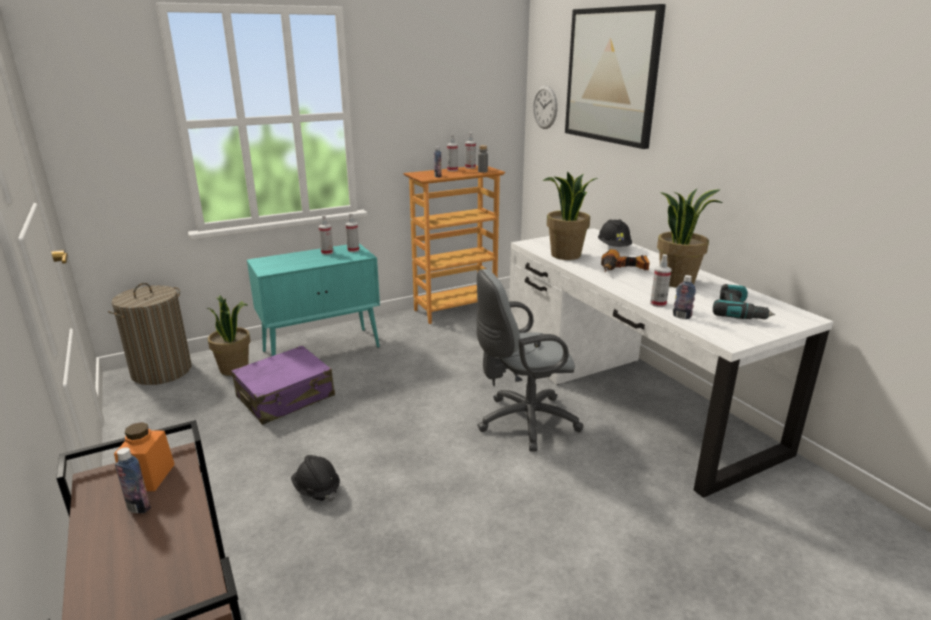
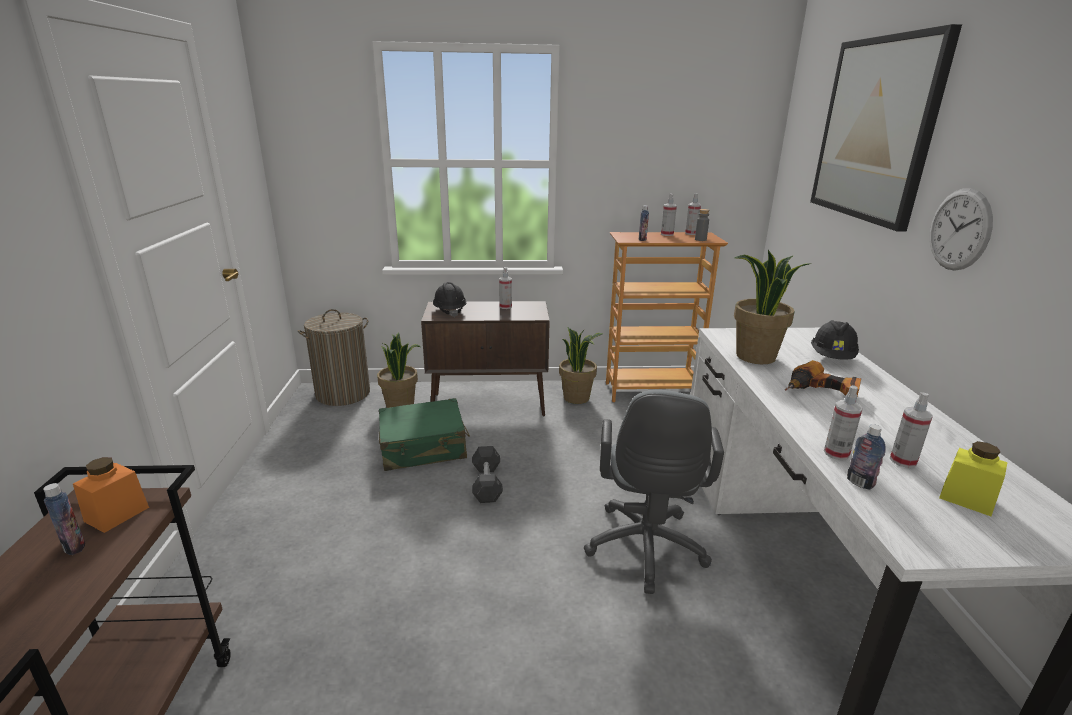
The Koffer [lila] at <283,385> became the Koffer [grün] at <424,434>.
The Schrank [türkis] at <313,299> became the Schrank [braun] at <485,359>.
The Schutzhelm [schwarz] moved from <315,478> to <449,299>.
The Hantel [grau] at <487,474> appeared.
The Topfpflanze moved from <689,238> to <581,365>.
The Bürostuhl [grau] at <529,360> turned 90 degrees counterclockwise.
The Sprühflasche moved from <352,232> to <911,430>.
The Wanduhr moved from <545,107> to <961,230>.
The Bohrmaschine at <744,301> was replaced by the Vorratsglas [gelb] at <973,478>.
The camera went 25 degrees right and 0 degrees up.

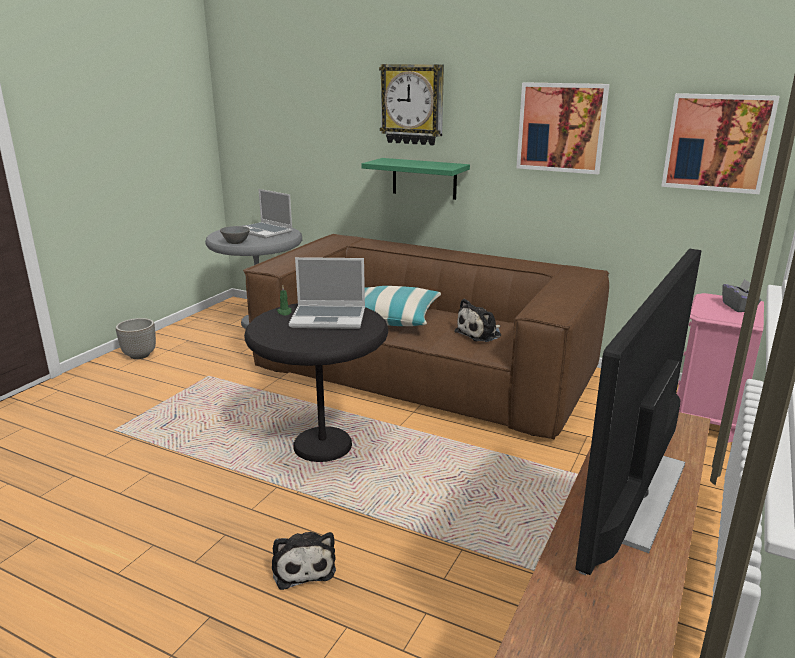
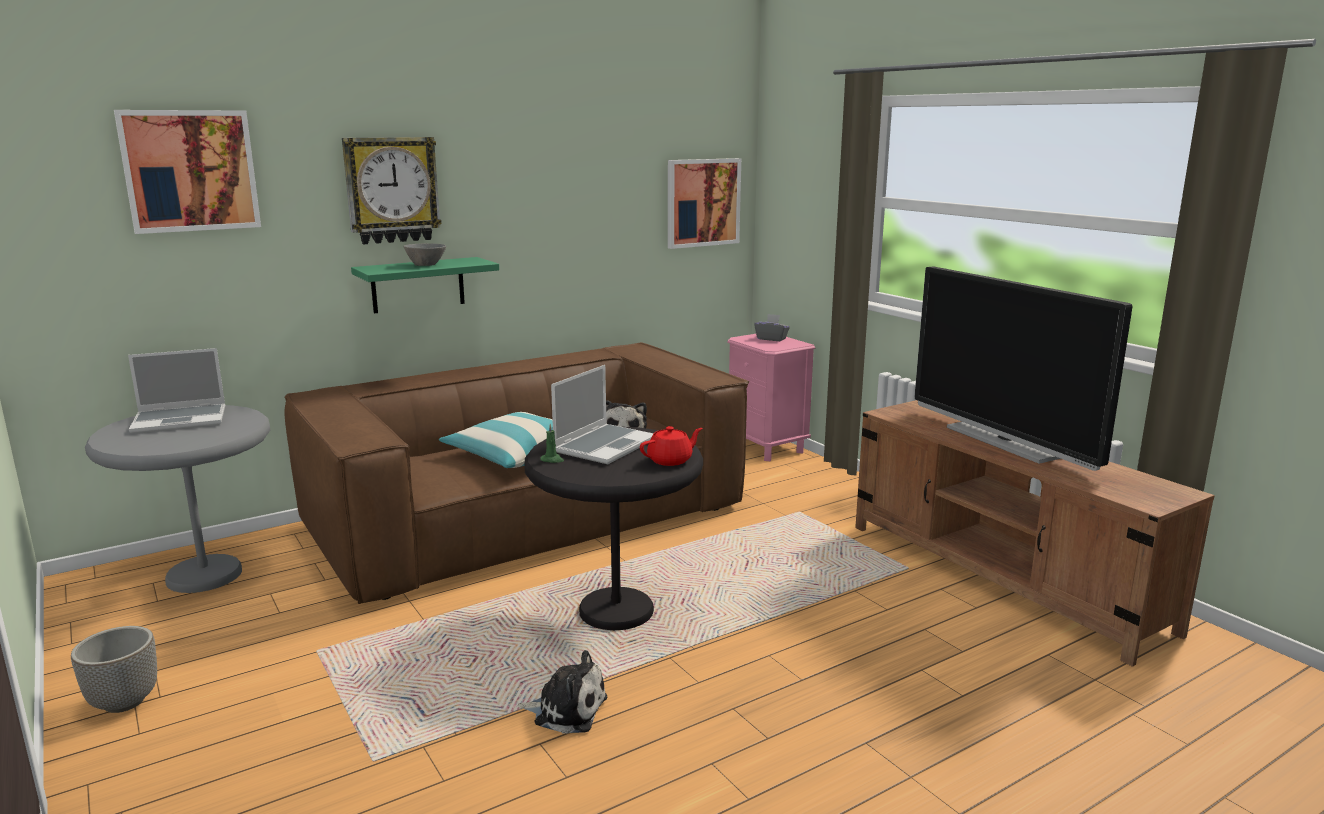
The Bild moved from <562,128> to <187,172>.
The Schüssel [grau] moved from <235,235> to <425,254>.
The Plüschtier moved from <304,561> to <561,692>.
The Teekanne [rot] at <671,446> appeared.
The camera went 60 degrees left and 5 degrees down.

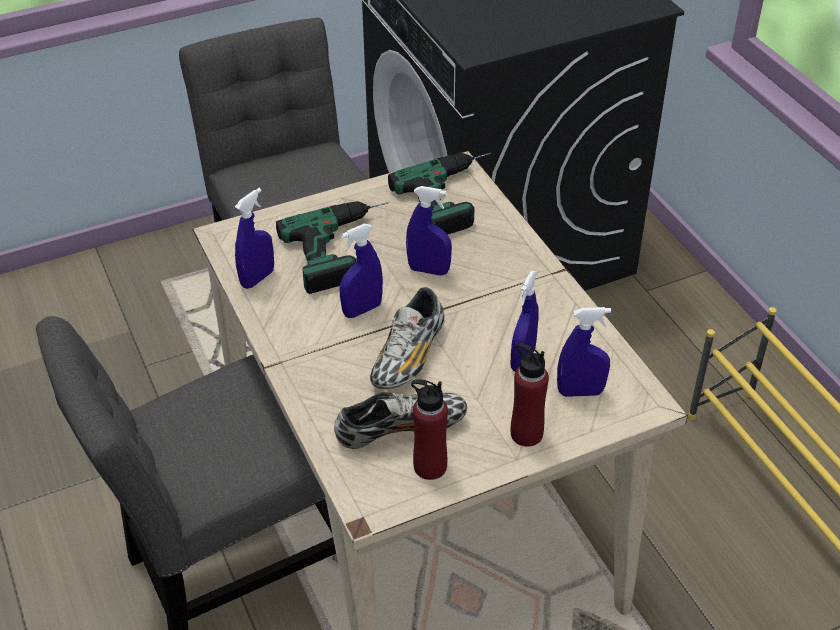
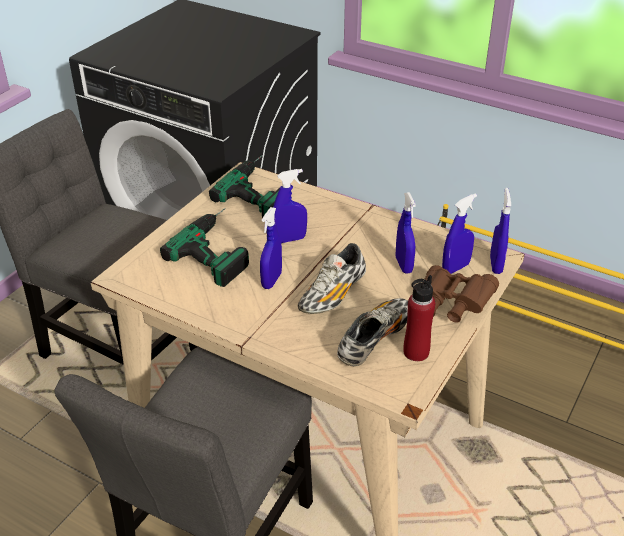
The Schuh at <407,338> turned 45 degrees clockwise.
The Flasche [rot] at <530,395> was replaced by the Fernglas [braun] at <462,294>.
The Sprühflasche [blau] moved from <254,238> to <500,231>.
The camera went 35 degrees left and 5 degrees down.

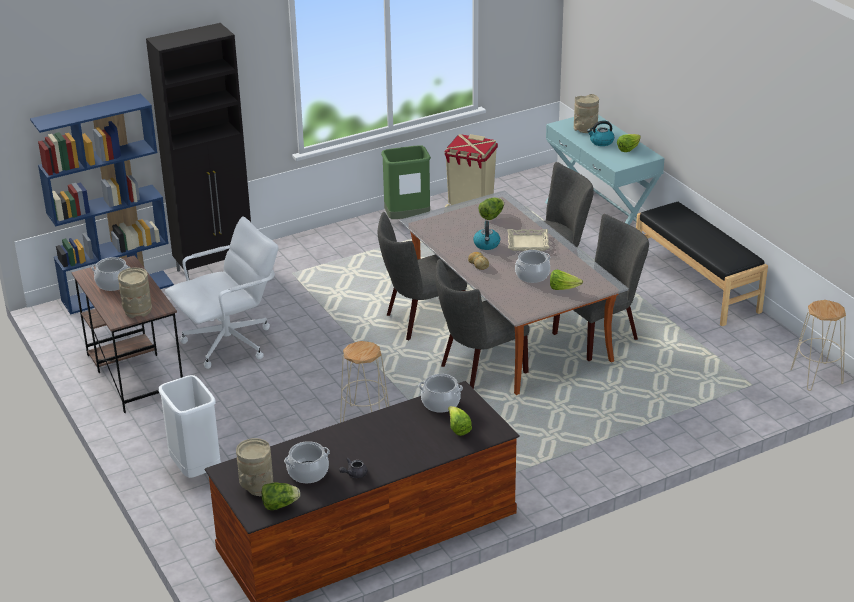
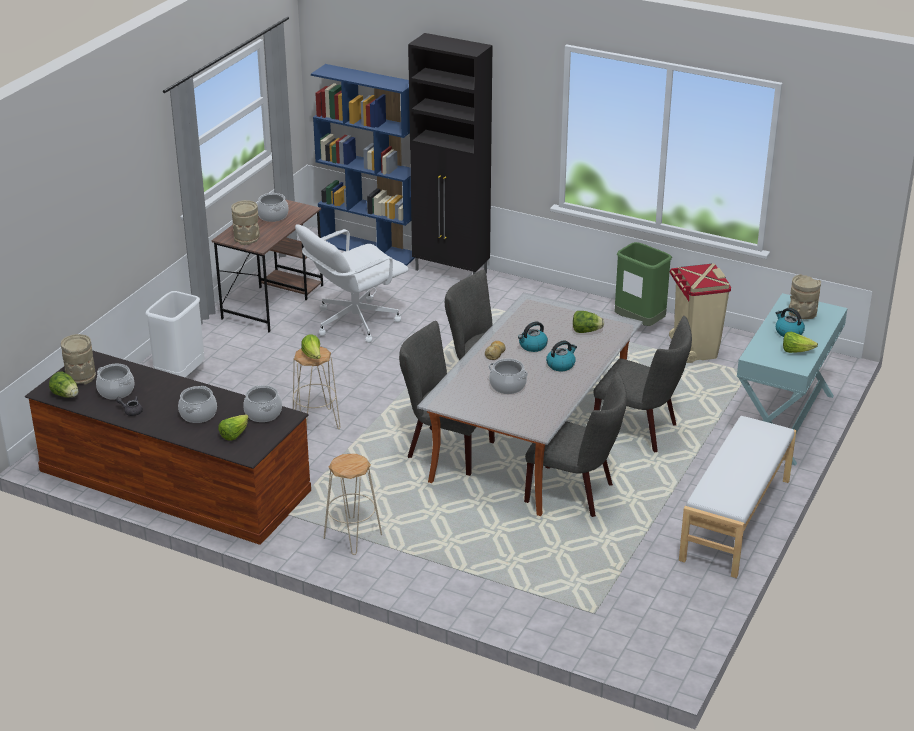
The Kochtopf at <197,404> appeared.
The Bürostuhl [weiß] at <221,293> turned 120 degrees clockwise.
The Salatkopf moved from <566,279> to <311,346>.
The Hocker [beige] moved from <818,345> to <353,504>.
The Tablett [beige] at <528,240> was replaced by the Wasserkessel at <561,355>.
The Bank [schwarz] at <702,264> became the Bank [weiß] at <737,497>.
The camera went 55 degrees right and 0 degrees up.

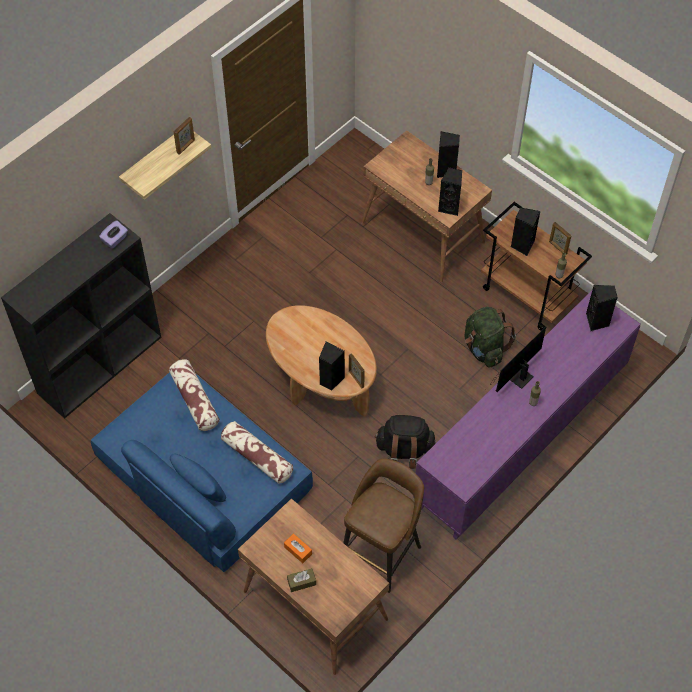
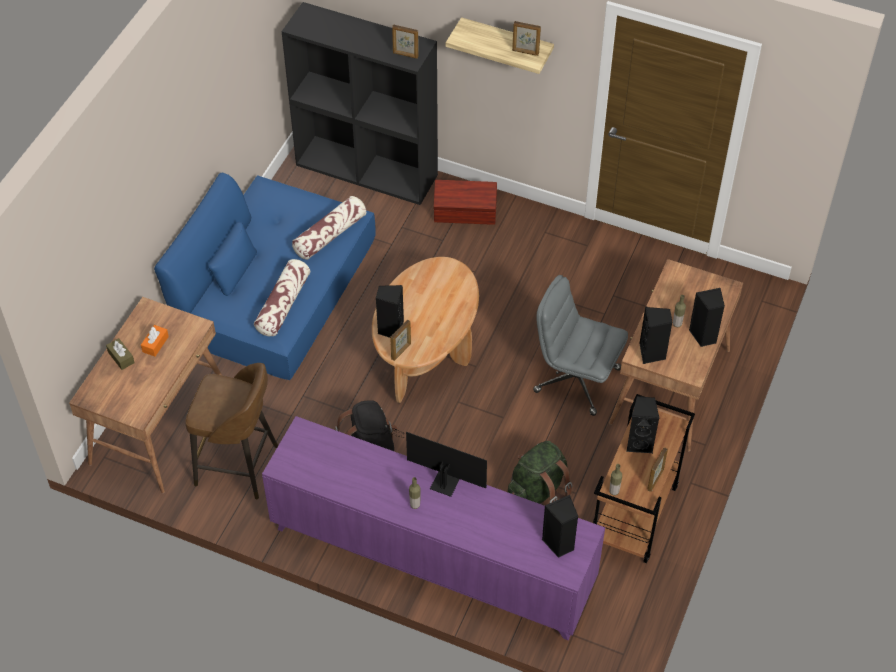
The Taschentuchbox [lila] at <113,234> was replaced by the Bilderrahmen at <405,42>.
The Aufbewahrungsbox [braun] at <465,202> appeared.
The Bürostuhl [grau] at <580,345> appeared.
The camera went 70 degrees right and 5 degrees down.

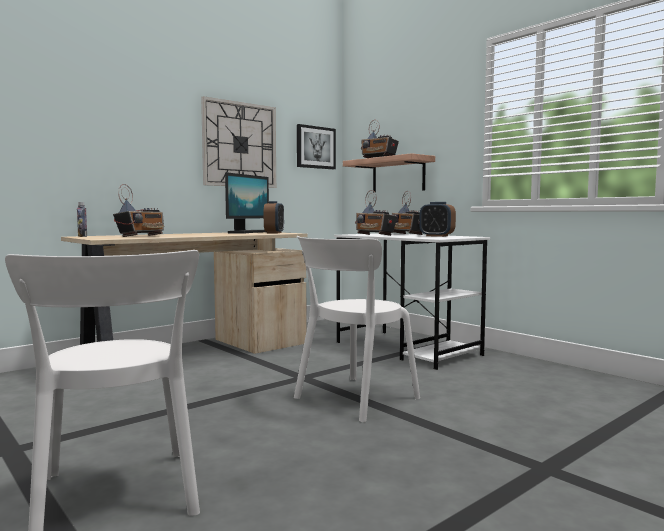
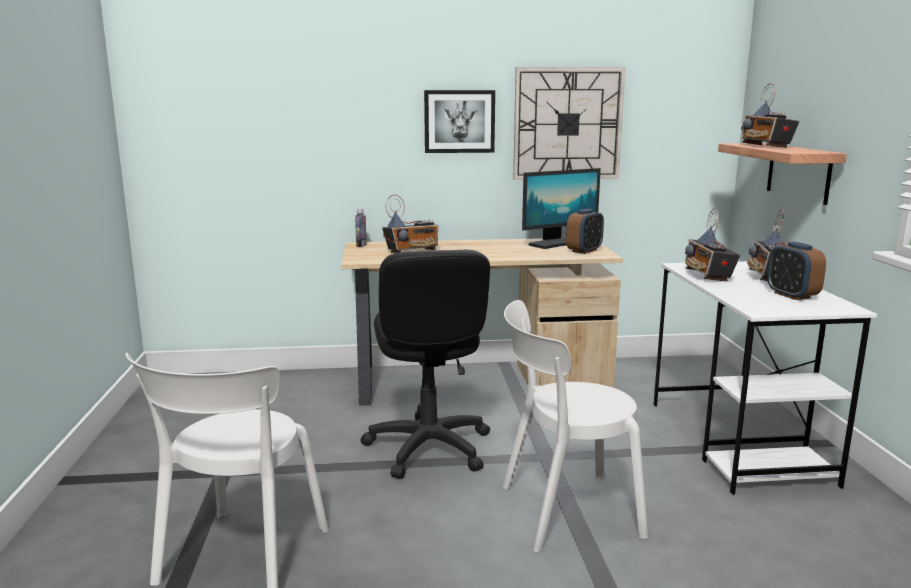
The Bürostuhl [schwarz] at <425,364> appeared.
The Bild moved from <316,146> to <459,121>.
The camera went 35 degrees right and 10 degrees up.

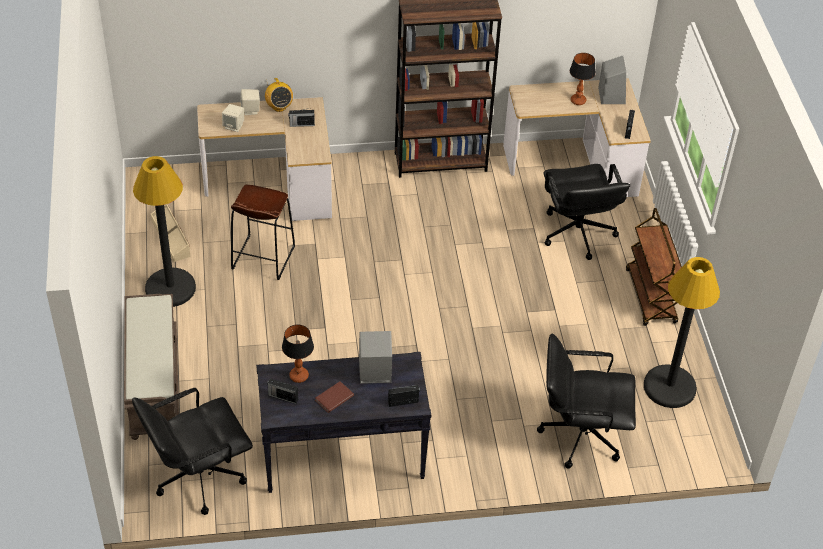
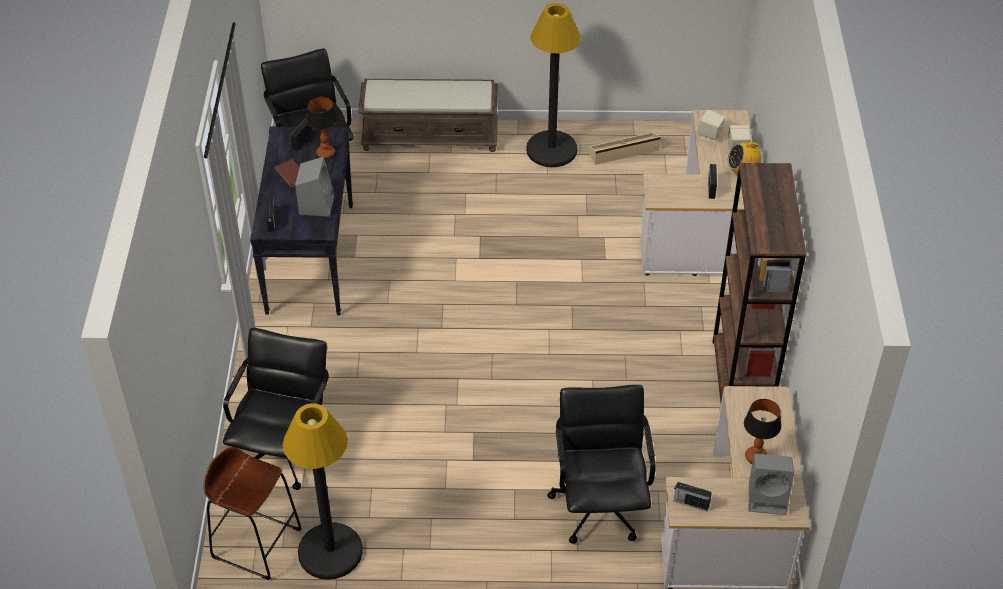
The Hocker [braun] moved from <263,232> to <252,513>.
The Bürostuhl [schwarz] at <587,212> turned 90 degrees clockwise.
The Rollwagen [braun] at <654,267> disappeared.
The camera went 100 degrees right and 0 degrees up.

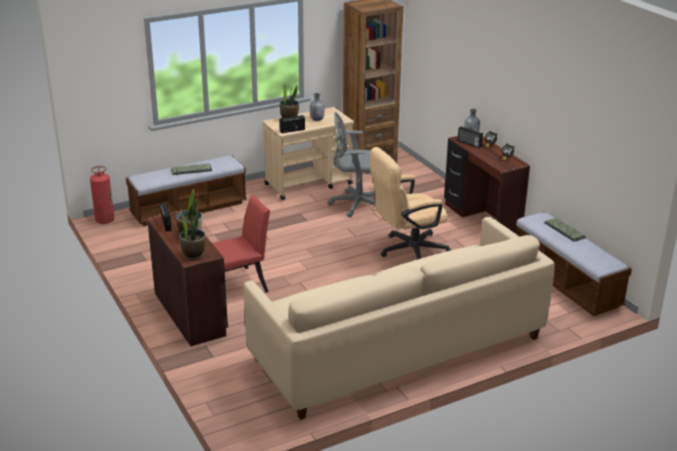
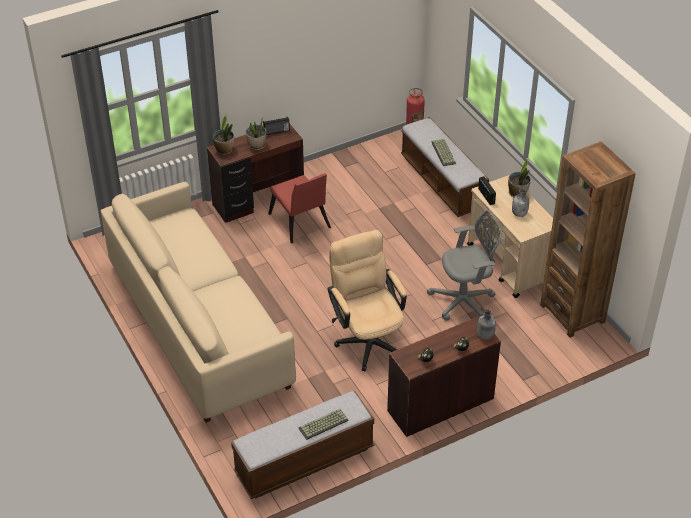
The Bürostuhl [grau] at <351,165> turned 75 degrees clockwise.
The Radio at <470,137> disappeared.
The camera went 90 degrees right and 15 degrees up.

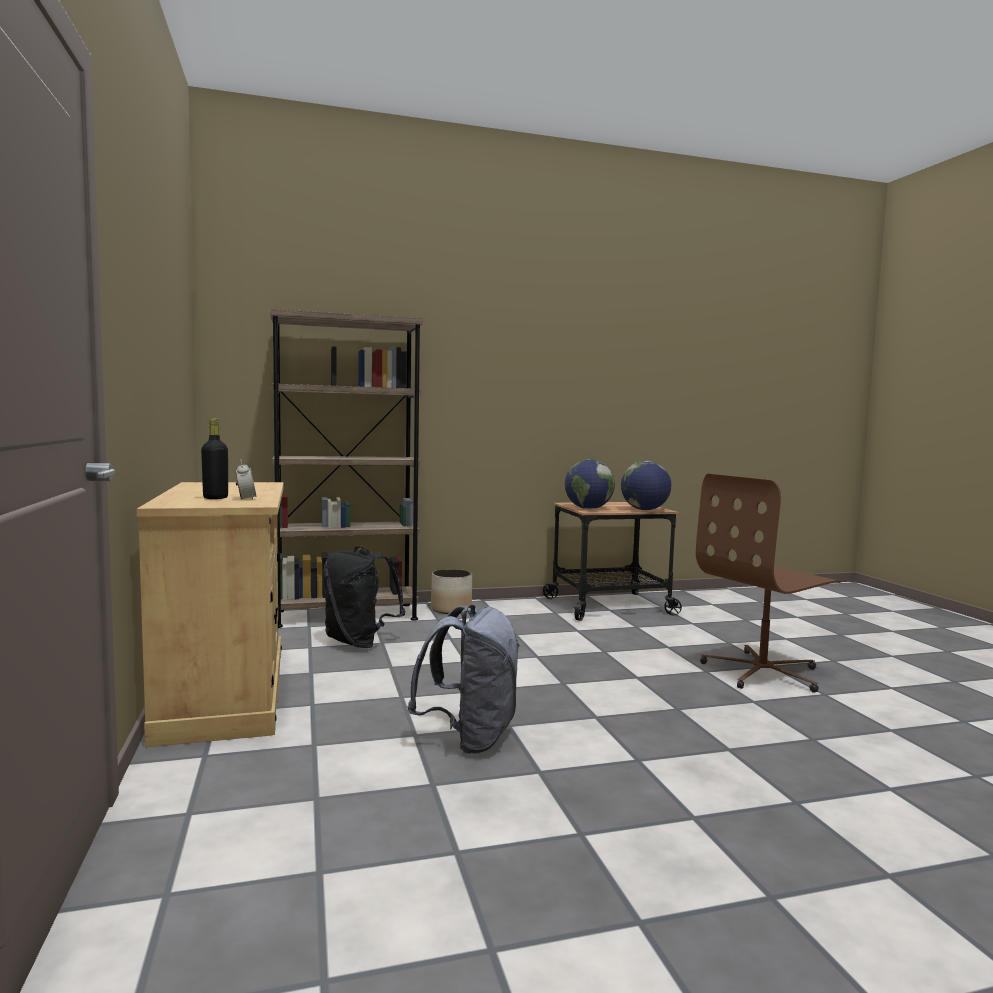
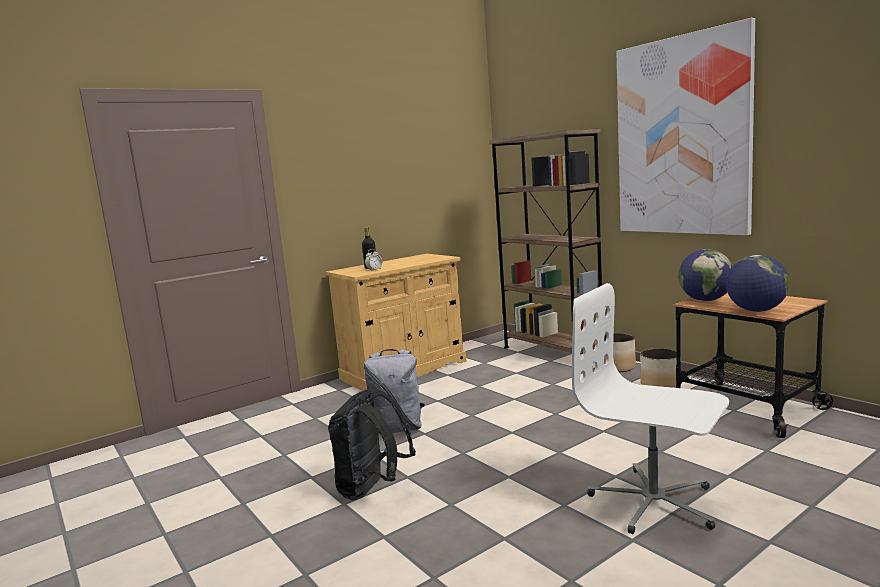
The Rucksack [schwarz] moved from <364,597> to <372,444>.
The Bürostuhl [braun] at <768,583> became the Bürostuhl [weiß] at <650,408>.
The Bild at <685,126> appeared.
The Pflanzkübel at <660,368> appeared.
The camera went 70 degrees right and 5 degrees up.

